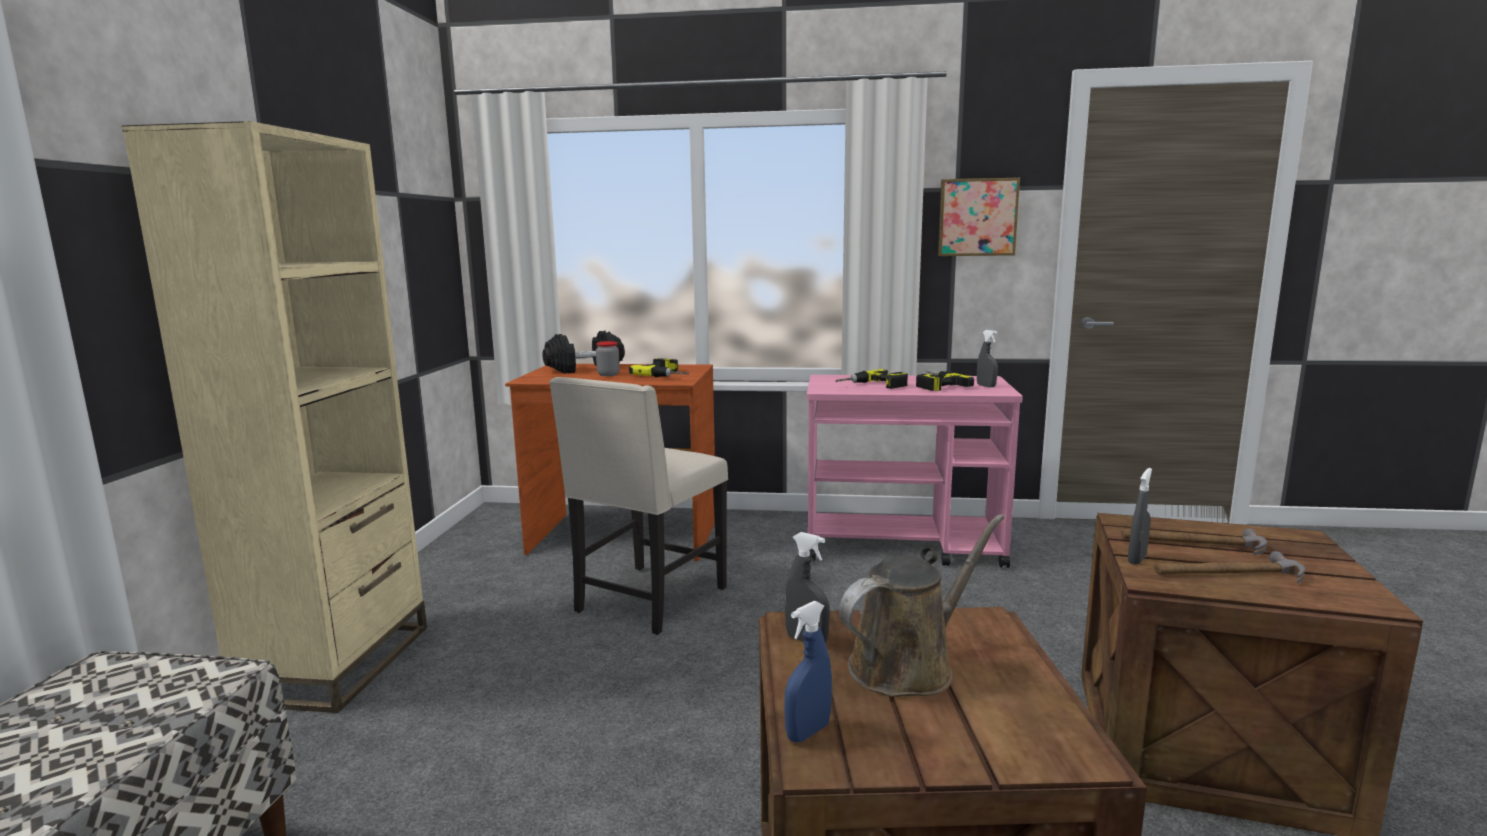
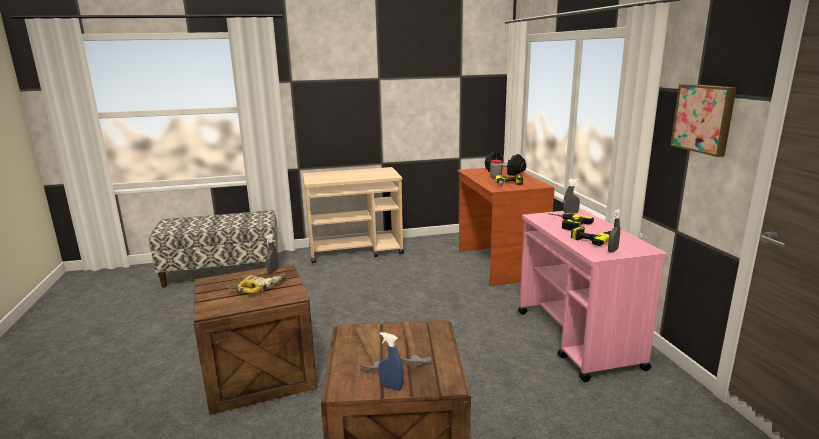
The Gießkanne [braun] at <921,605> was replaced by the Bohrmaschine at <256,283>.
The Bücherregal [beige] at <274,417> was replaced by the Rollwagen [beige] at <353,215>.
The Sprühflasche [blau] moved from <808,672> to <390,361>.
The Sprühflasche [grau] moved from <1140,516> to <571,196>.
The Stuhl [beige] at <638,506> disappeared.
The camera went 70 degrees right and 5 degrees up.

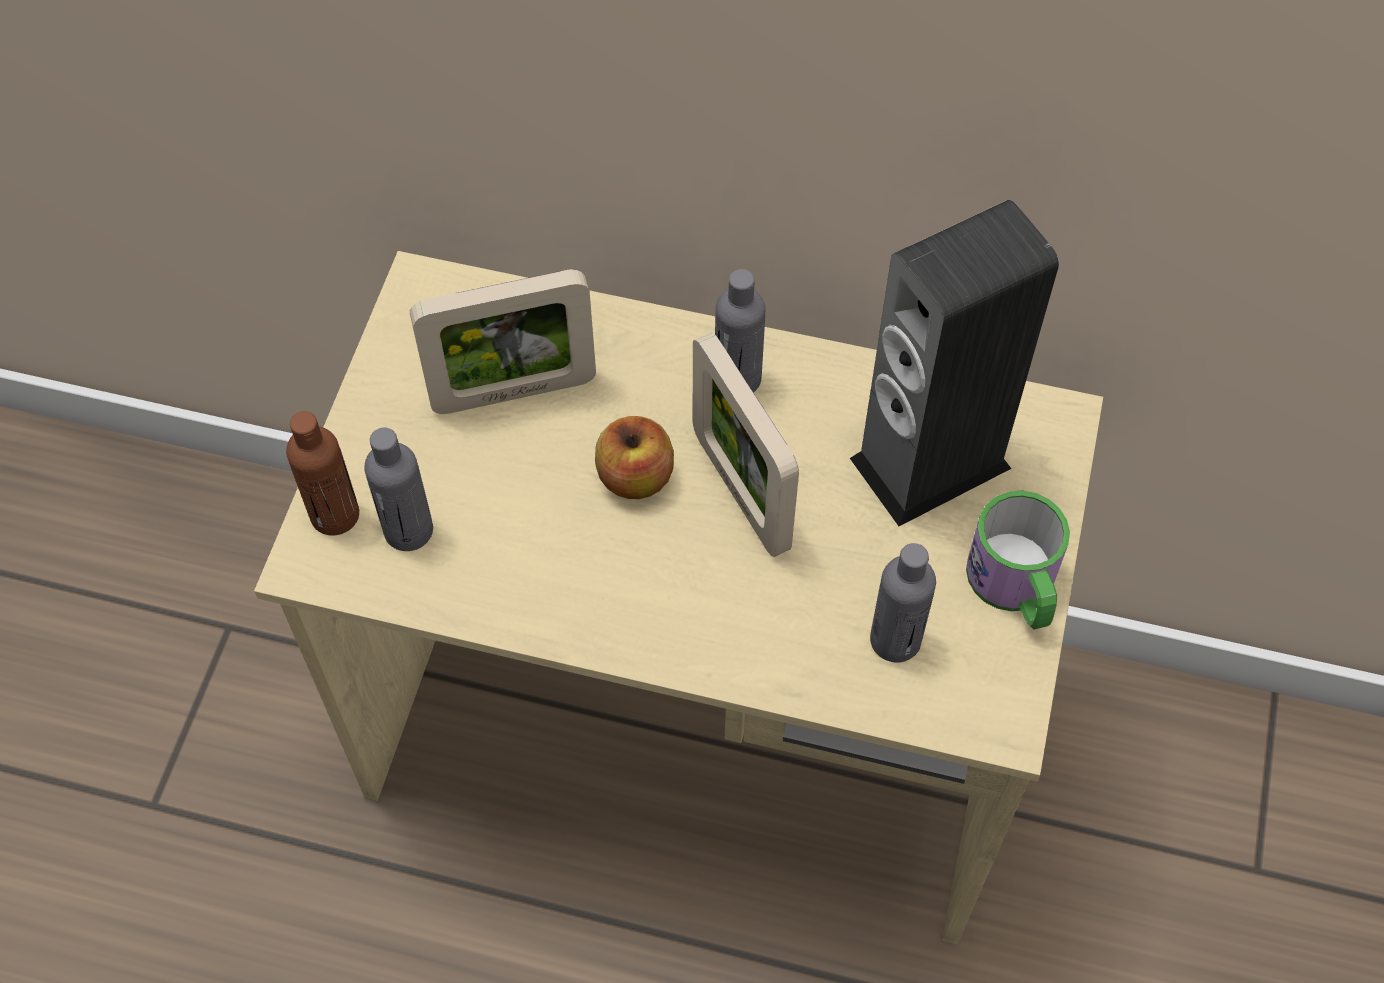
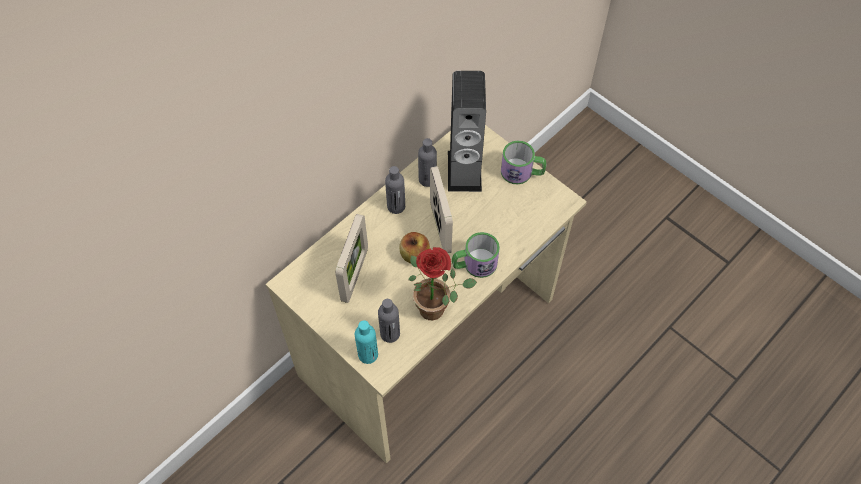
The Flasche [braun] at <322,473> became the Flasche [türkis] at <366,342>.
The Topfpflanze at <443,283> appeared.
The Flasche [grau] moved from <903,603> to <427,162>.
The Bilderrahmen at <746,445> turned 105 degrees counterclockwise.
The Henkelbecher at <476,255> appeared.
The camera went 60 degrees left and 0 degrees up.

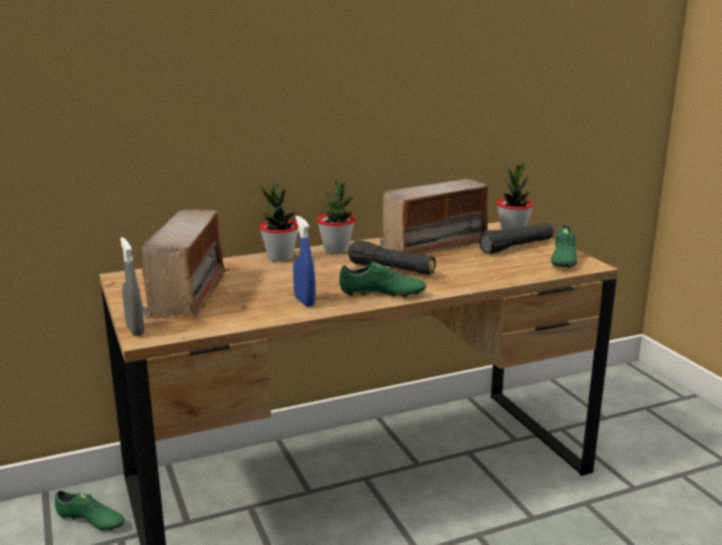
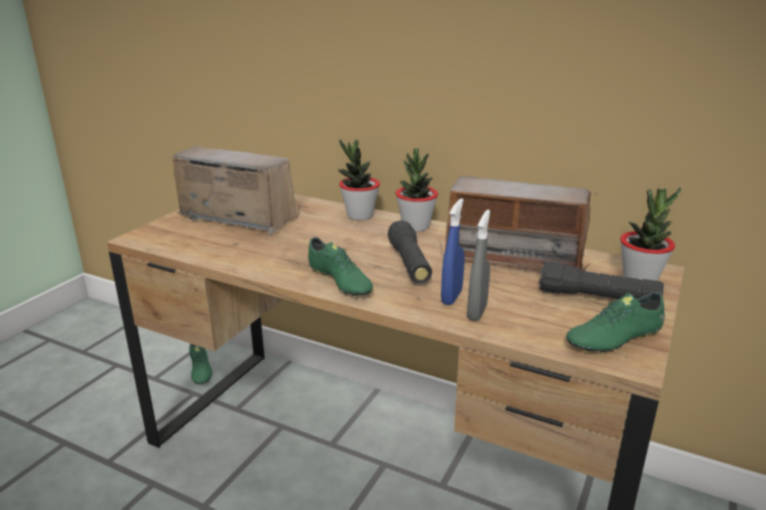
The Radio at <185,263> turned 120 degrees counterclockwise.
The Sprühflasche [blau] moved from <304,261> to <453,251>.
The Sprühflasche [grau] moved from <132,286> to <478,265>.
The camera went 50 degrees right and 5 degrees up.

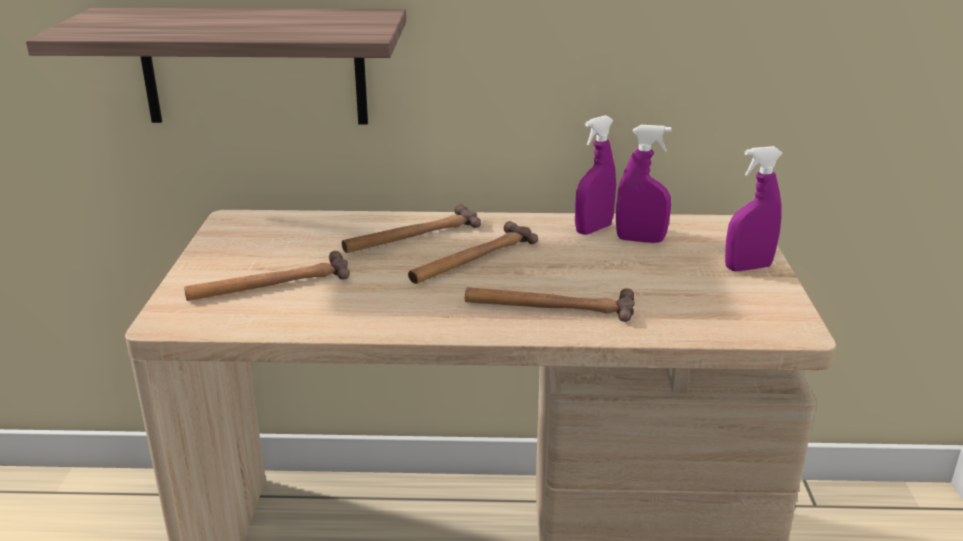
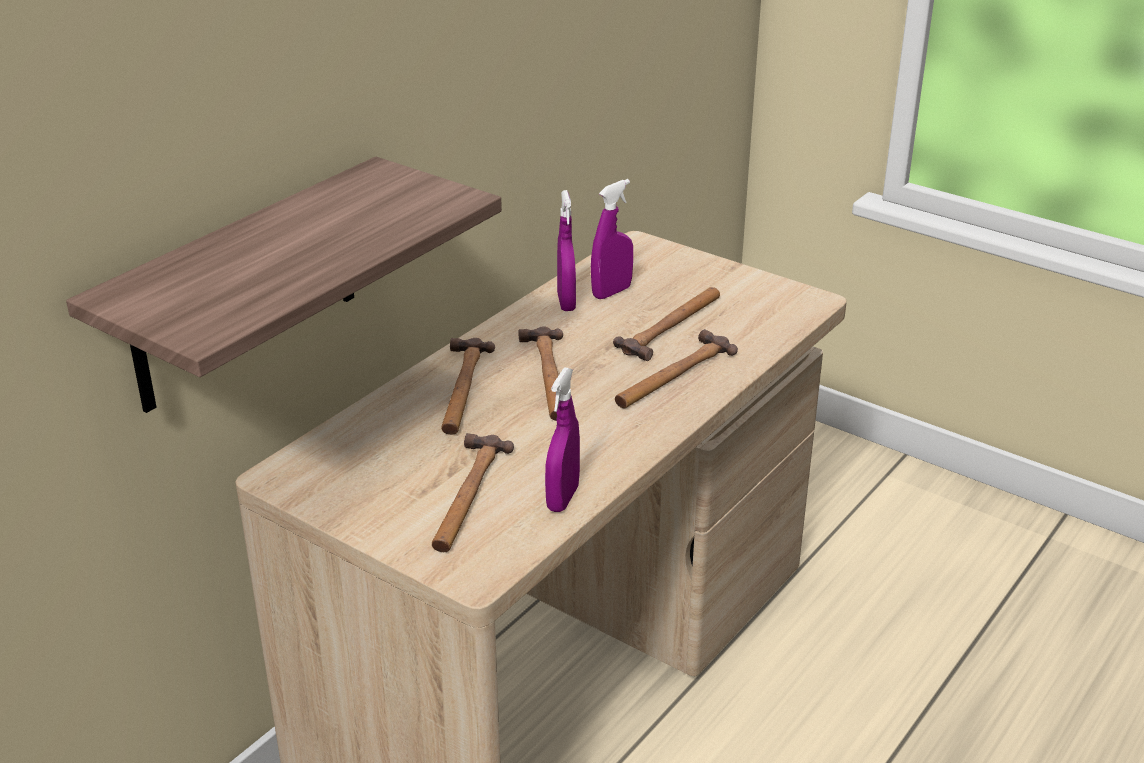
The Sprühflasche [lila] moved from <754,208> to <562,439>.
The Hammer at <666,324> appeared.
The camera went 55 degrees left and 5 degrees up.

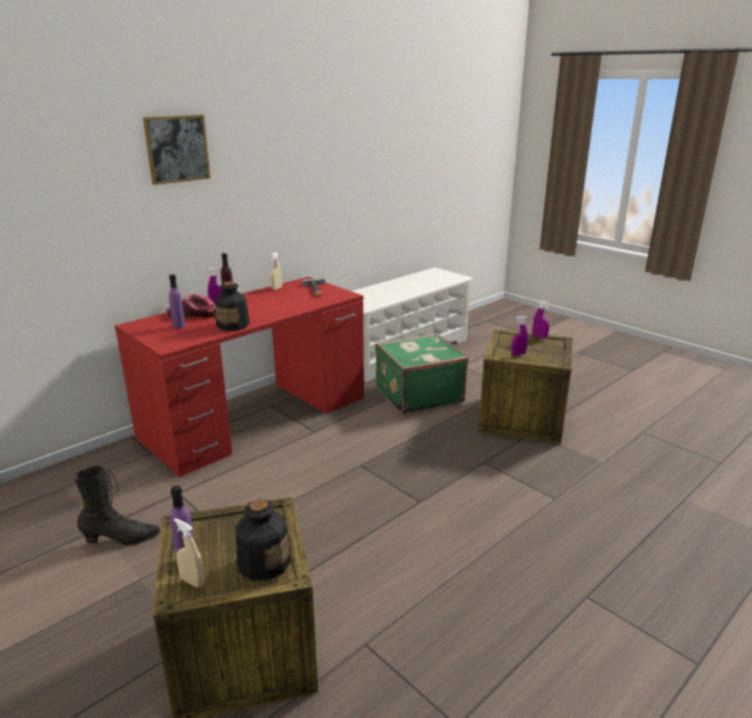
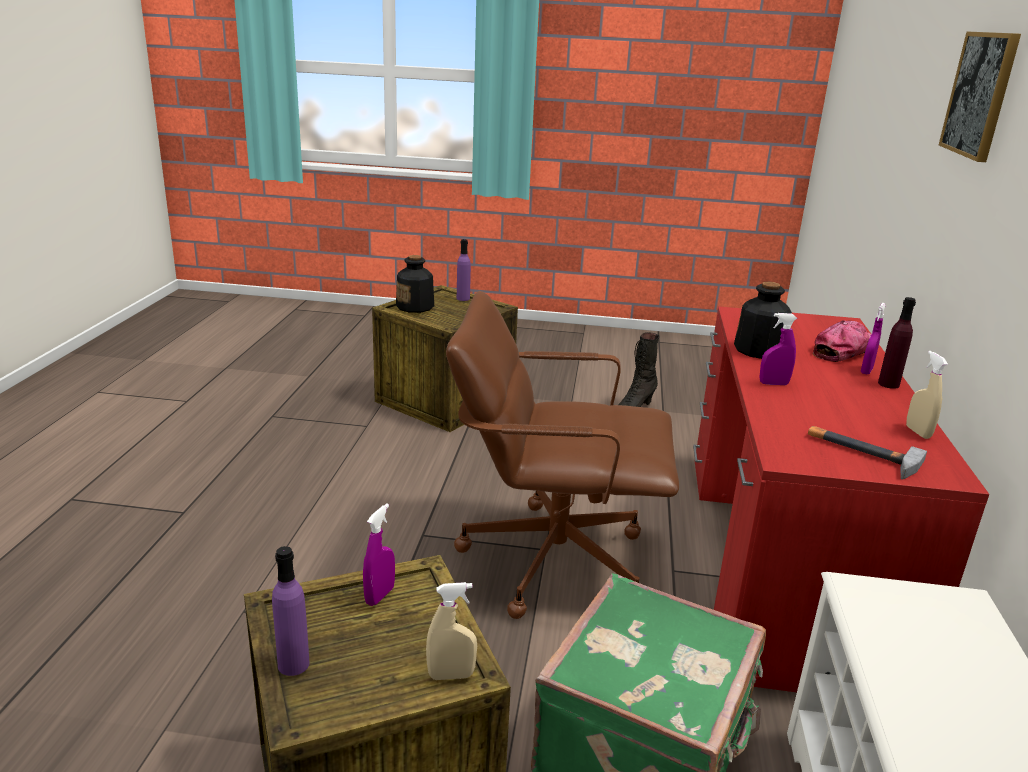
The Flasche [lila] moved from <177,301> to <291,611>.
The Sprühflasche [beige] moved from <189,553> to <451,631>.
The Bürostuhl [braun] at <562,455> appeared.
The Sprühflasche [lila] moved from <541,319> to <778,349>.
The camera went 140 degrees right and 0 degrees up.

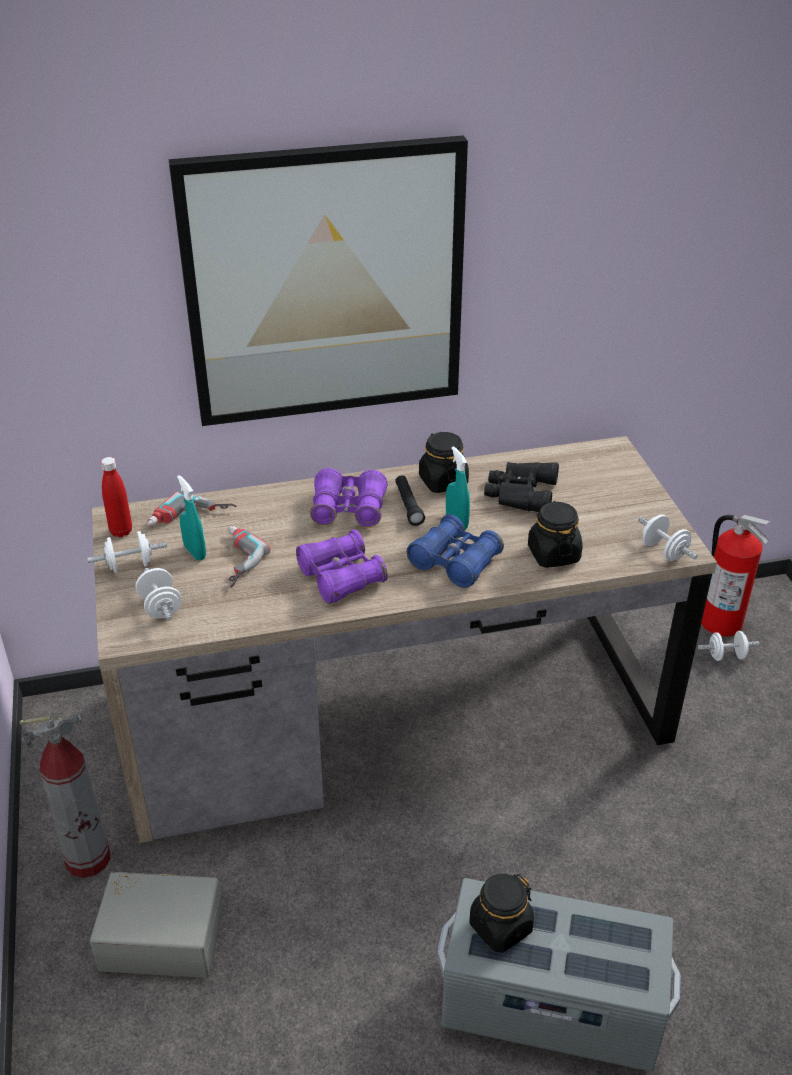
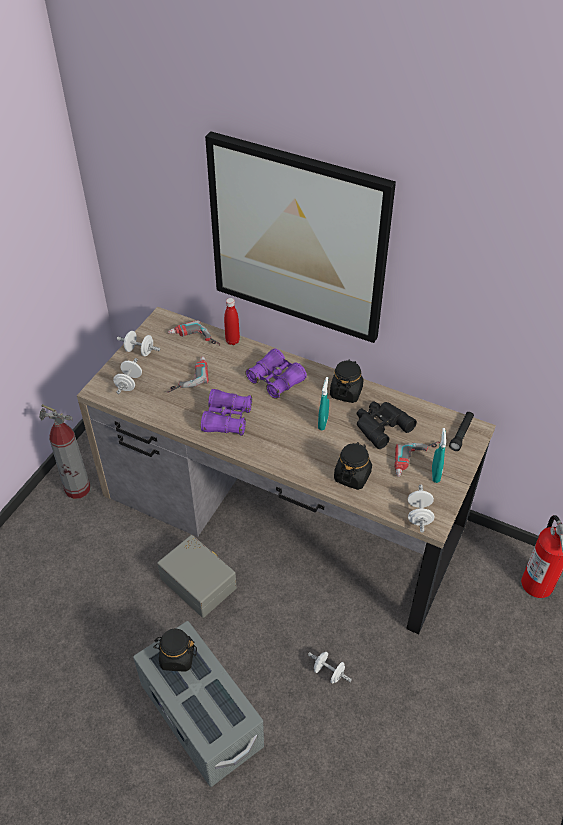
The Aufbewahrungsbox [grau] moved from <156,925> to <197,576>.
The Flasche [rot] moved from <116,497> to <232,321>.
The Hantel [weiß] moved from <729,646> to <330,668>.
The Bohrmaschine at <418,459> appeared.
The Sprühflasche [türkis] moved from <191,518> to <439,455>.
The Taschenlampe [schwarz] moved from <410,500> to <461,431>.
The Fernglas [blau] at <455,551> disappeared.
The camera went 40 degrees right and 10 degrees up.

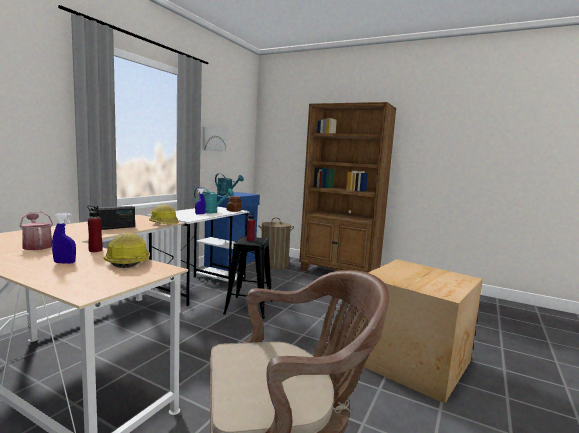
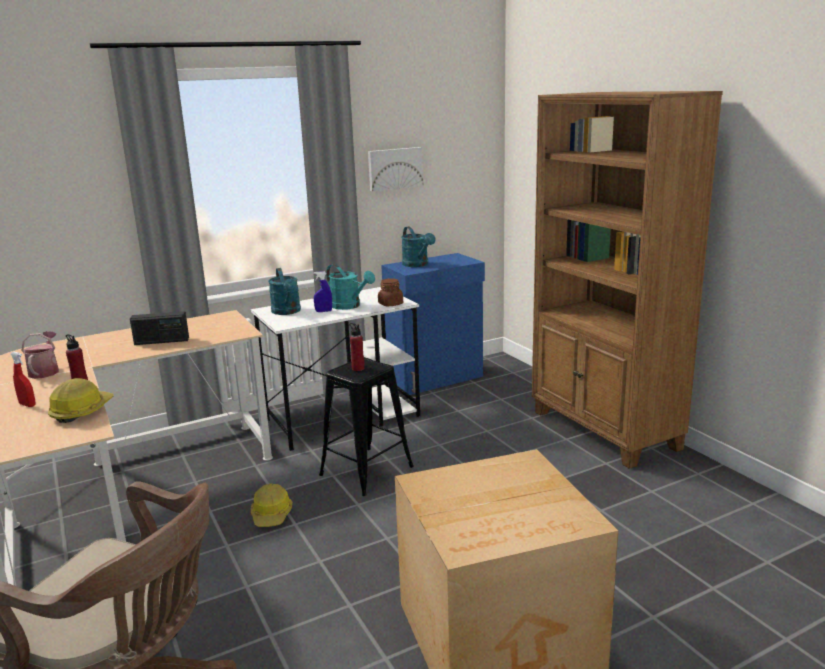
The Sprühflasche [blau] at <64,238> became the Sprühflasche [rot] at <23,379>.
The Schutzhelm moved from <164,214> to <272,505>.
The Gießkanne [türkis] at <284,291> appeared.
The Wäschekorb at <276,243> disappeared.
The camera went 35 degrees right and 10 degrees up.

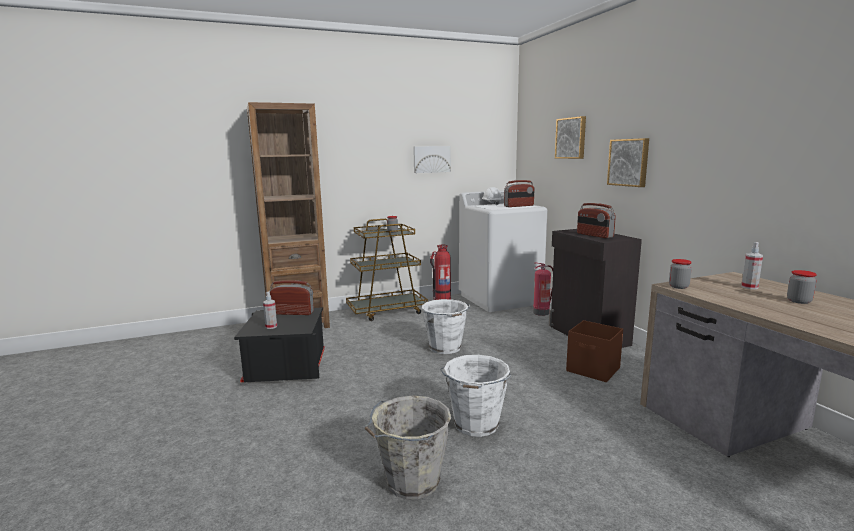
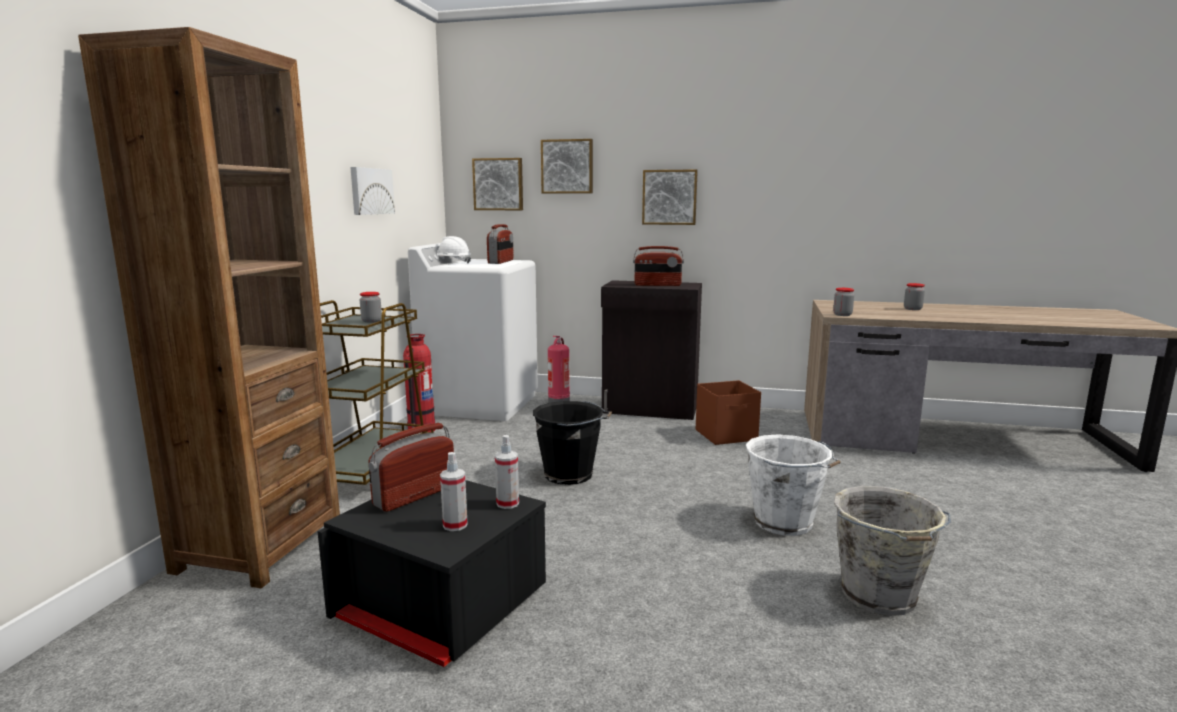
The Bild at <497,184> appeared.
The Sprühflasche moved from <752,265> to <507,472>.
The Eimer [weiß] at <446,326> became the Eimer [schwarz] at <572,443>.
The camera went 55 degrees left and 0 degrees up.

